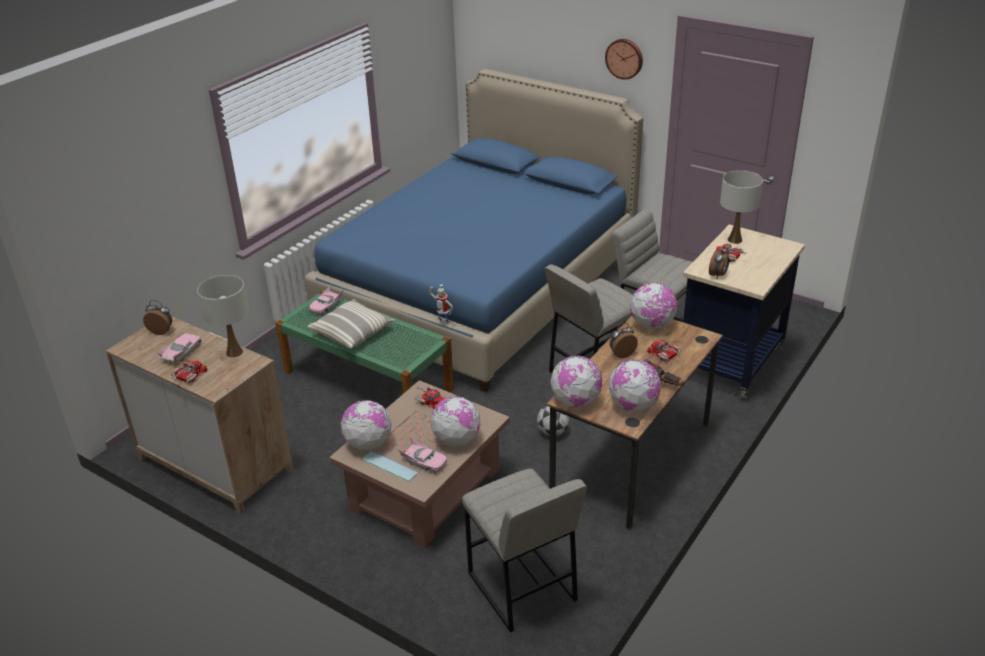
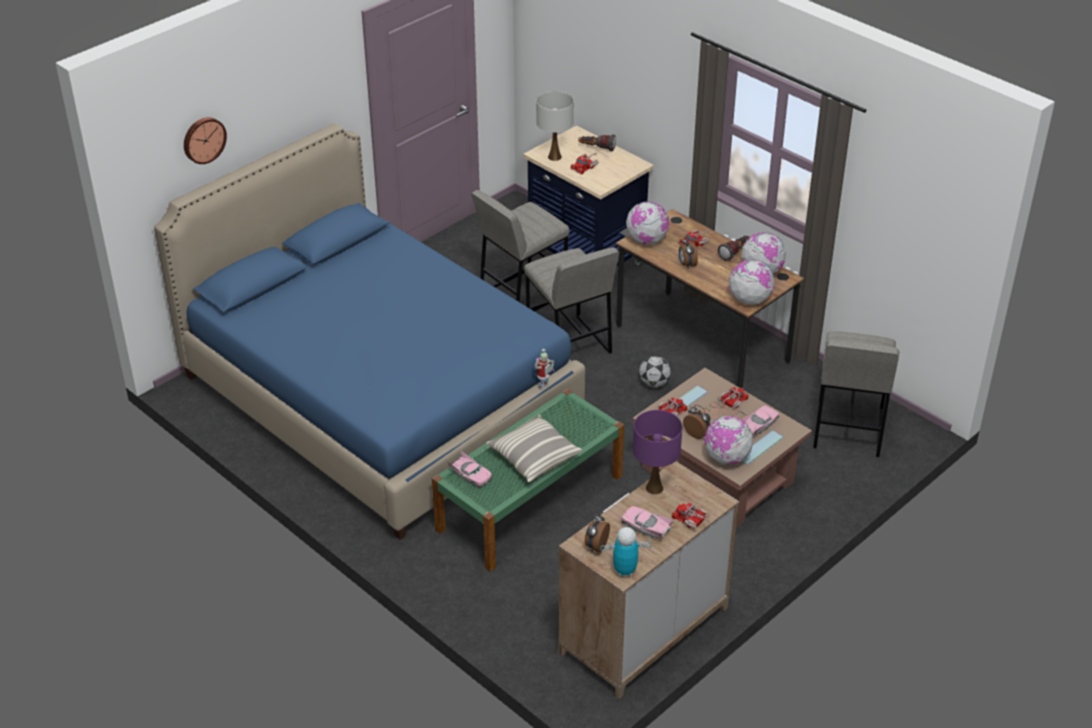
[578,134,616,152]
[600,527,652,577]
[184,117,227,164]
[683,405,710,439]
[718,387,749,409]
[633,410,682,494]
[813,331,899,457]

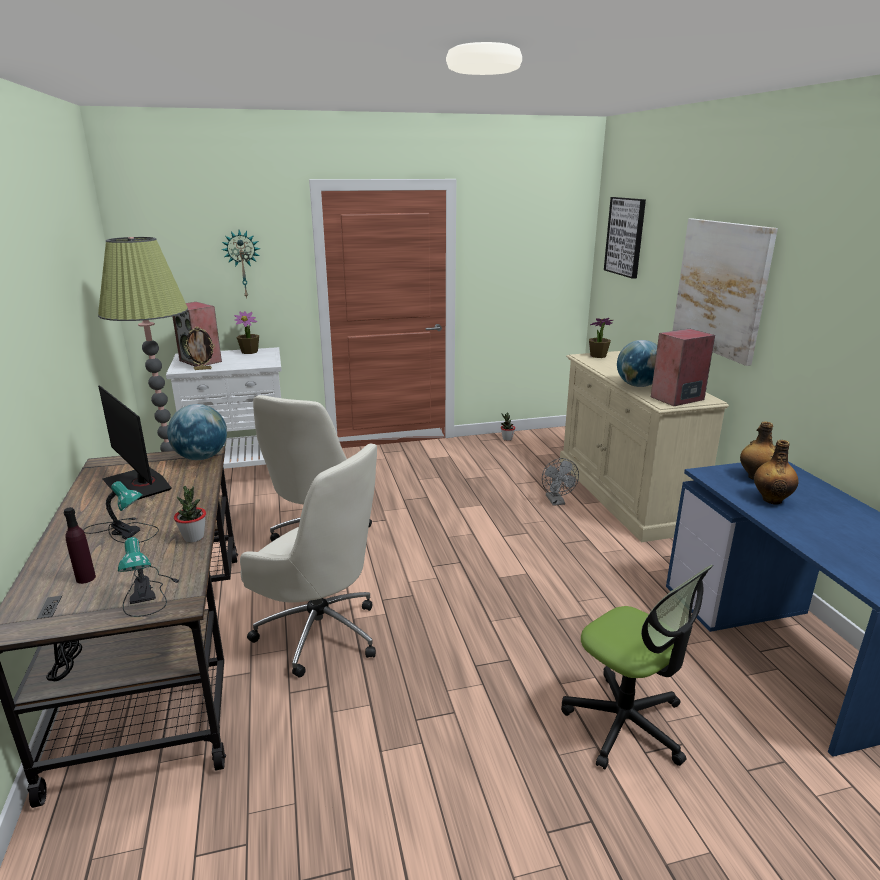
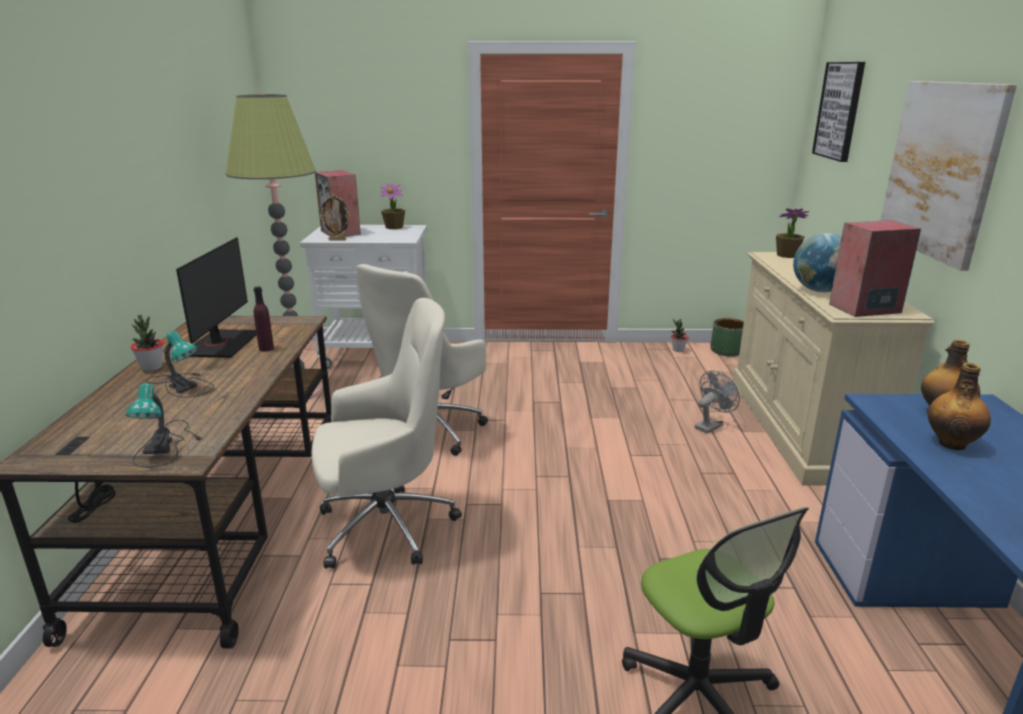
[167,404,227,460] (first image)
[222,230,260,298] (first image)
[711,318,744,357]
[254,286,274,352]
[131,315,164,371]
[176,237,257,358]
[312,298,462,569]
[695,370,740,434]

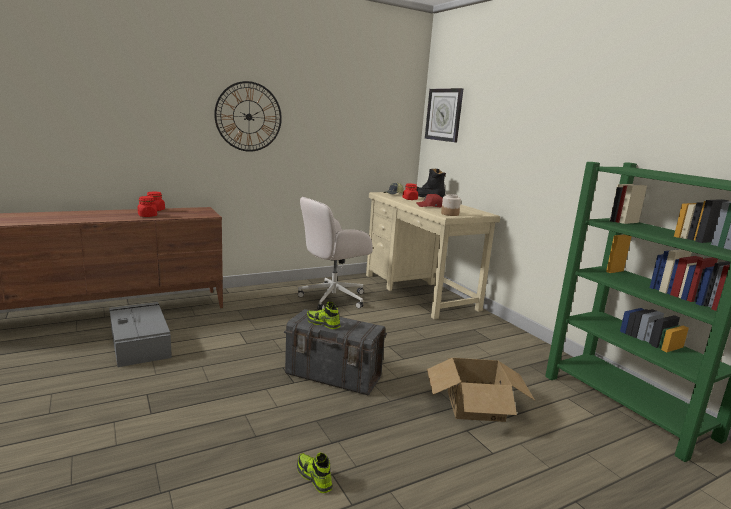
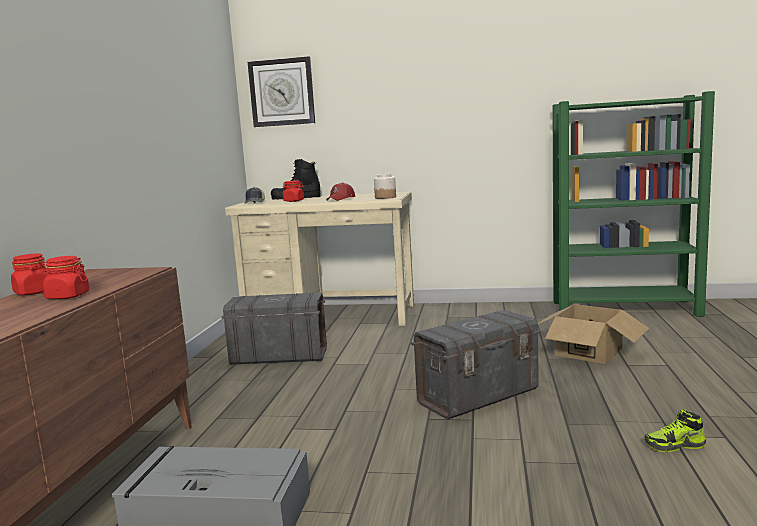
[214,81,282,152] (first image)
[307,302,341,329] (first image)
[221,292,327,365]

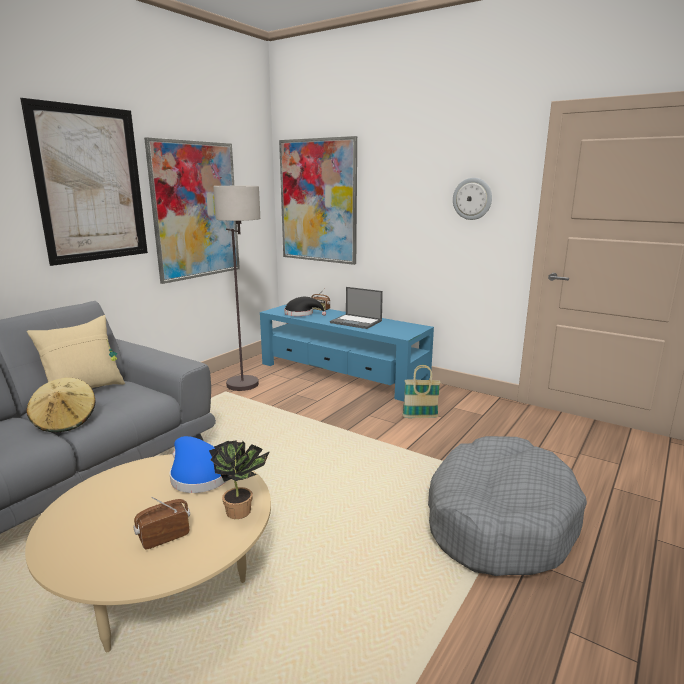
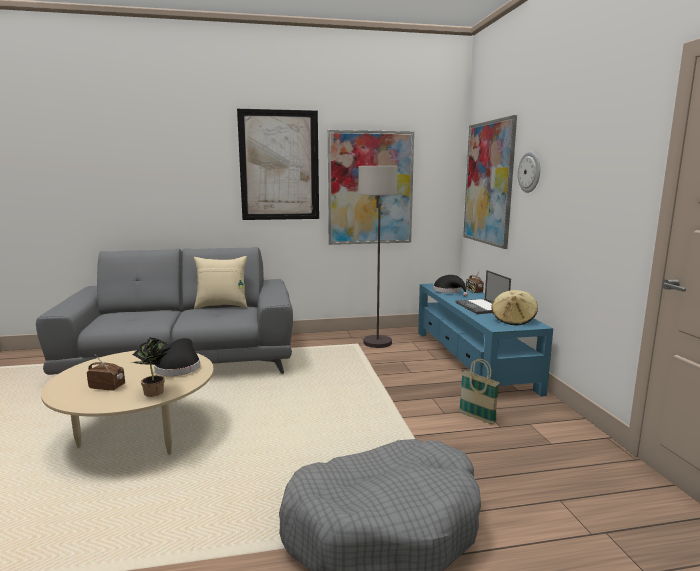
[491,290,538,325]
[518,151,540,193]
[154,338,200,376]

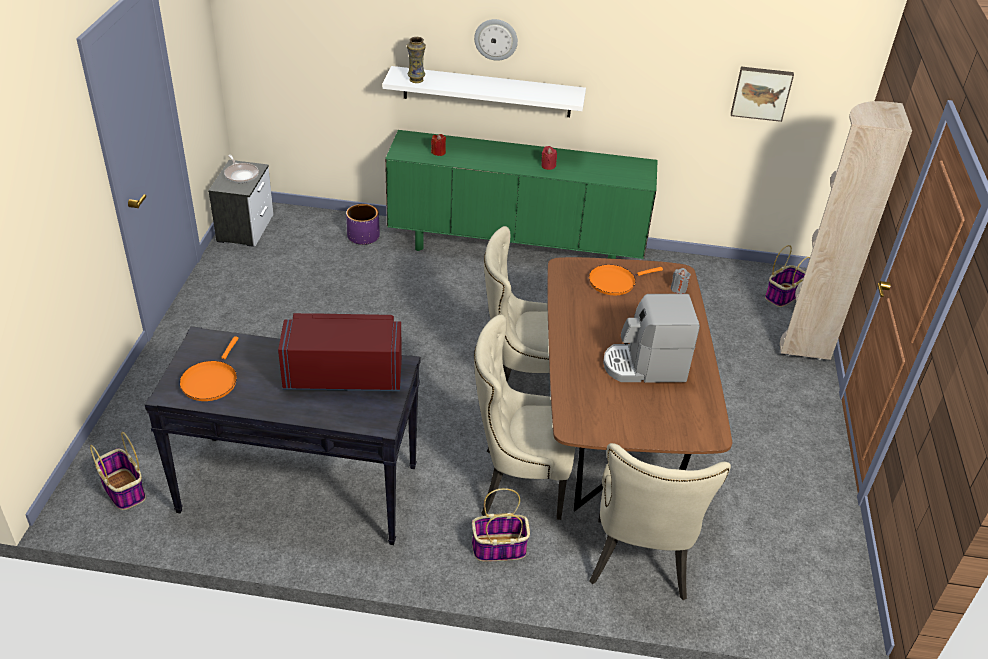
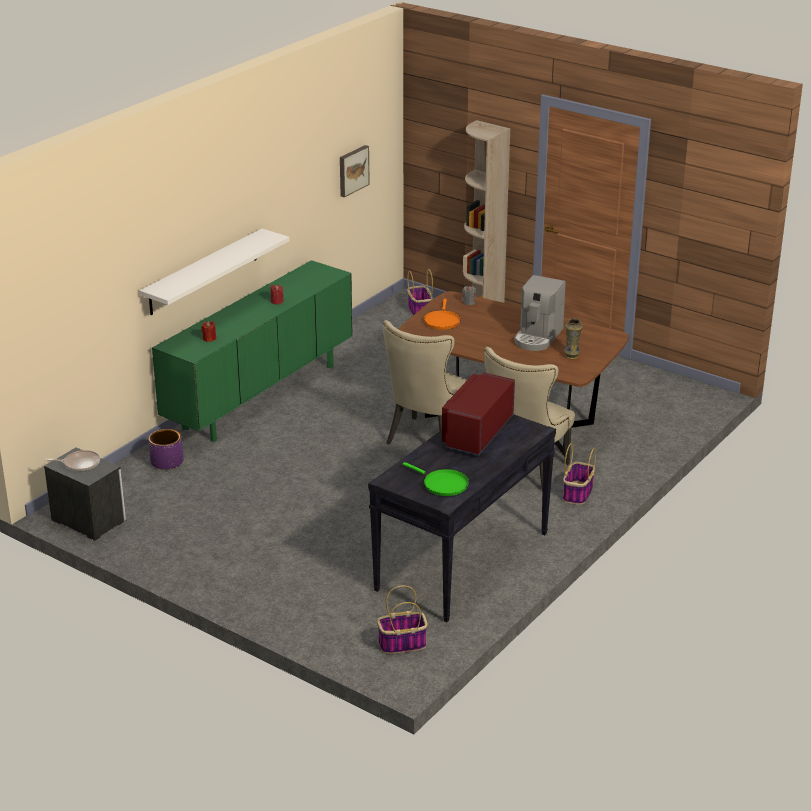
[474,19,518,61] (first image)
[589,443,731,600] (first image)
[564,318,583,359]
[403,462,469,496]

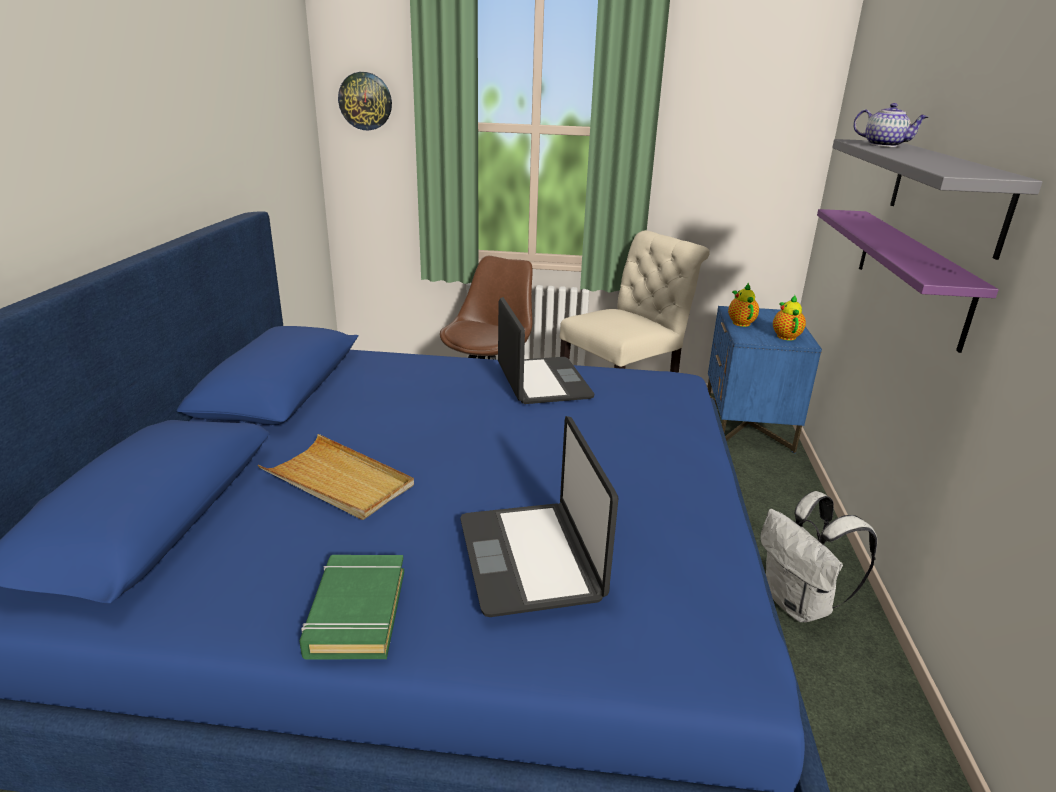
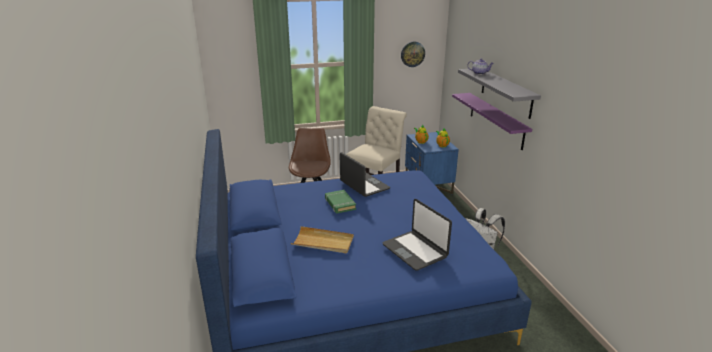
[325,190,356,213]
[401,41,425,67]

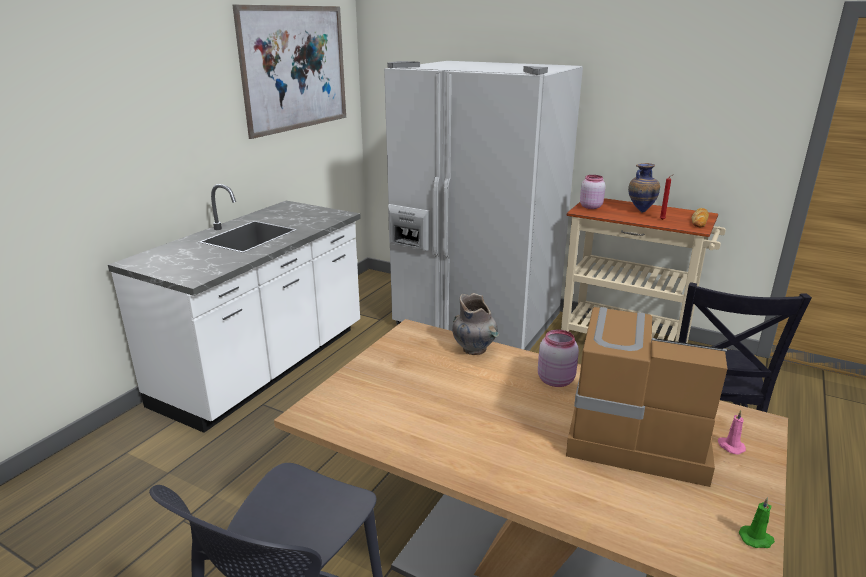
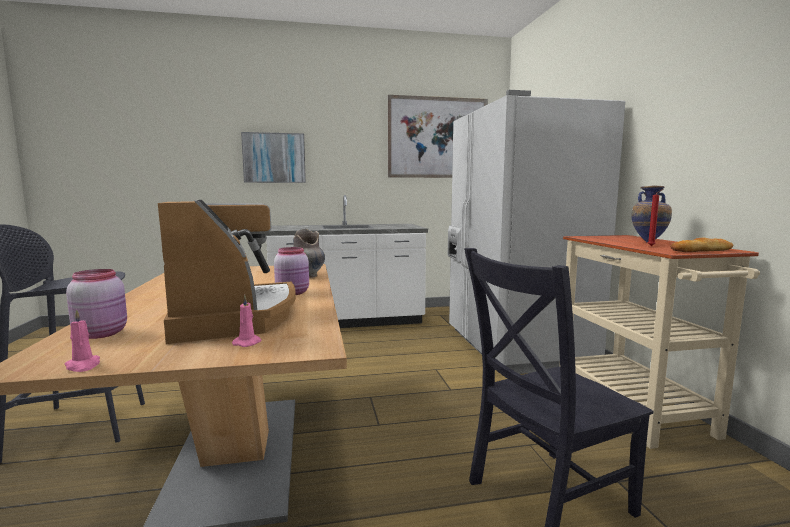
[241,132,306,183]
[66,269,127,339]
[65,309,100,372]

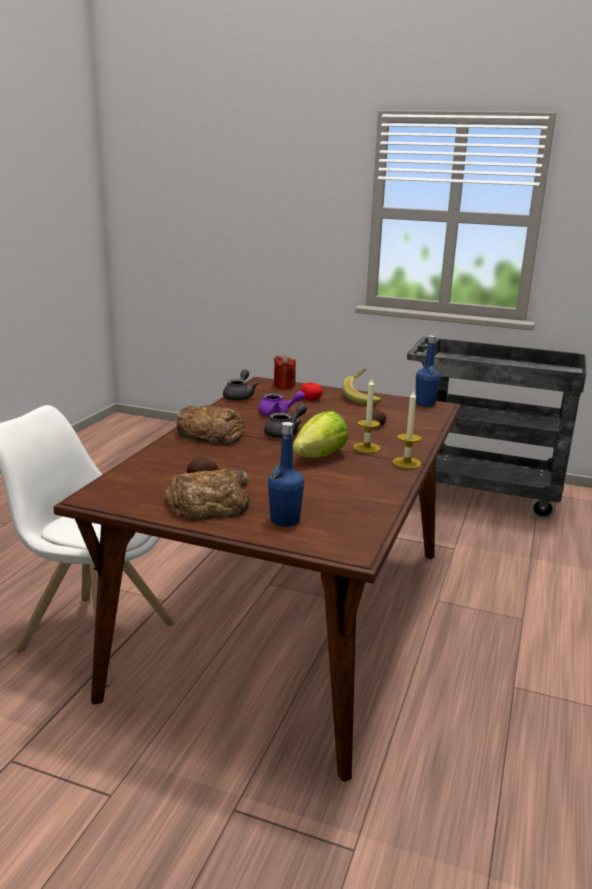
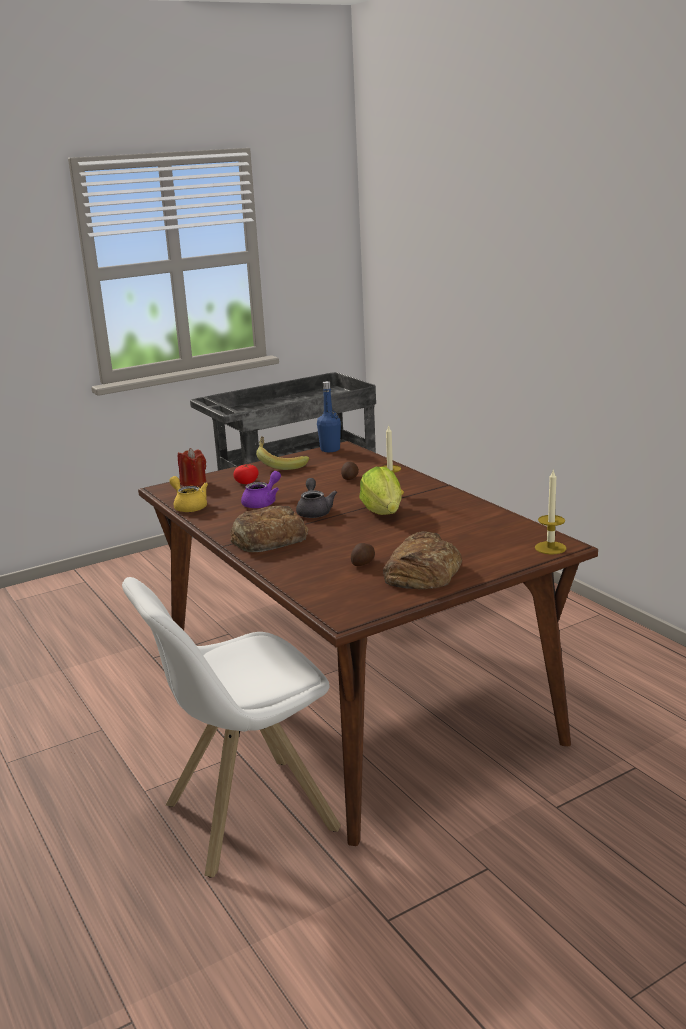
[268,422,304,527] (first image)
[535,470,567,554]
[169,476,208,512]

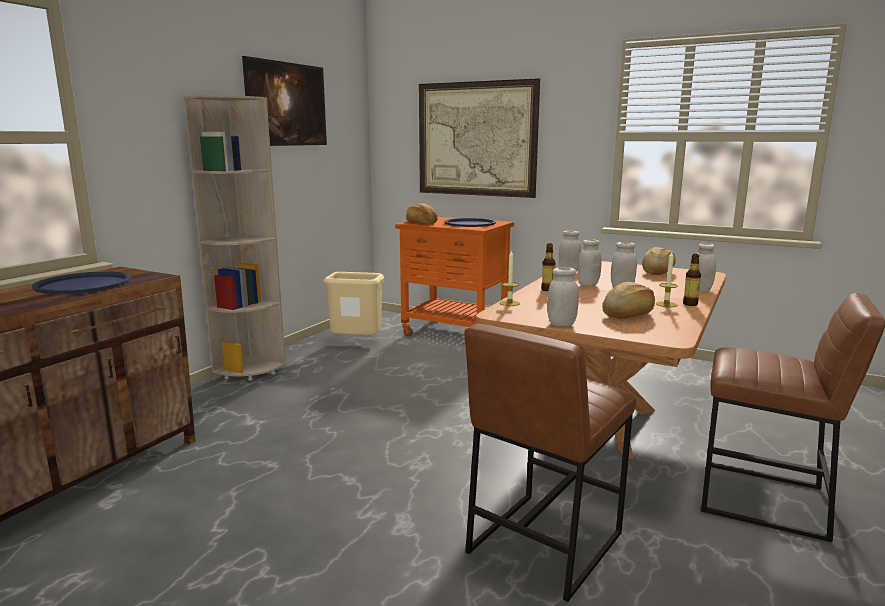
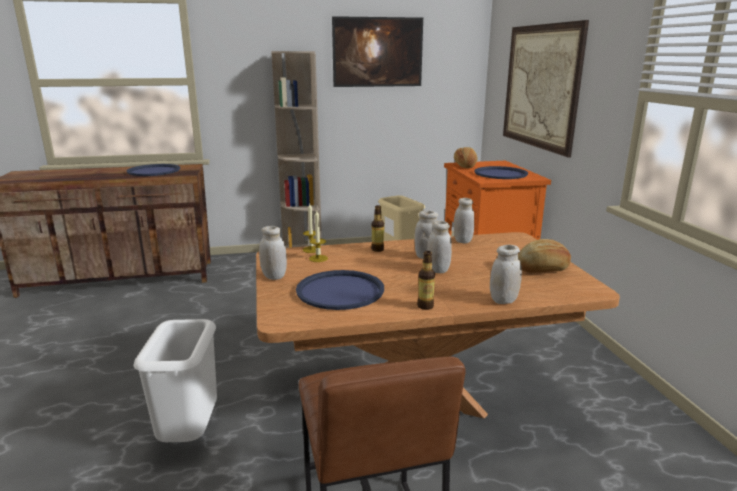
[309,210,328,262]
[133,319,217,442]
[296,270,384,310]

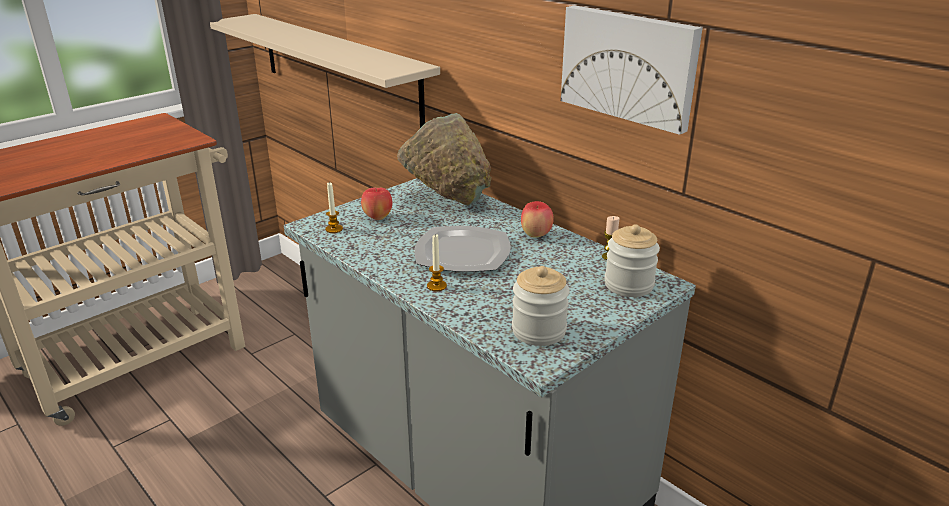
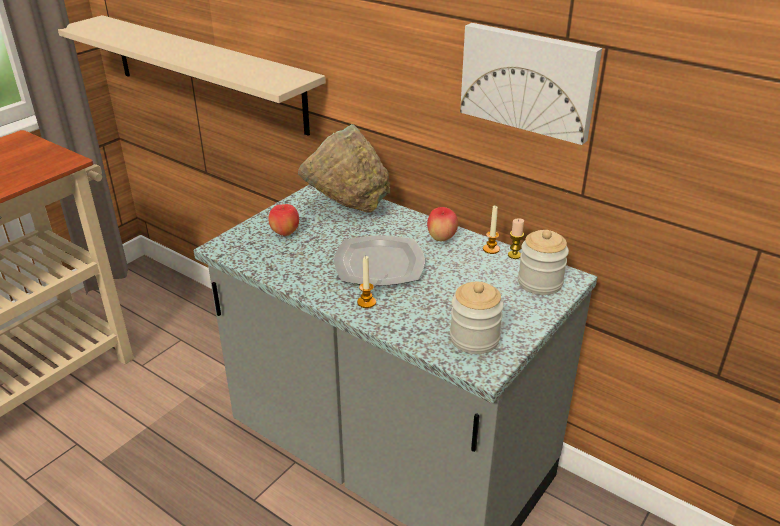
[483,205,500,254]

